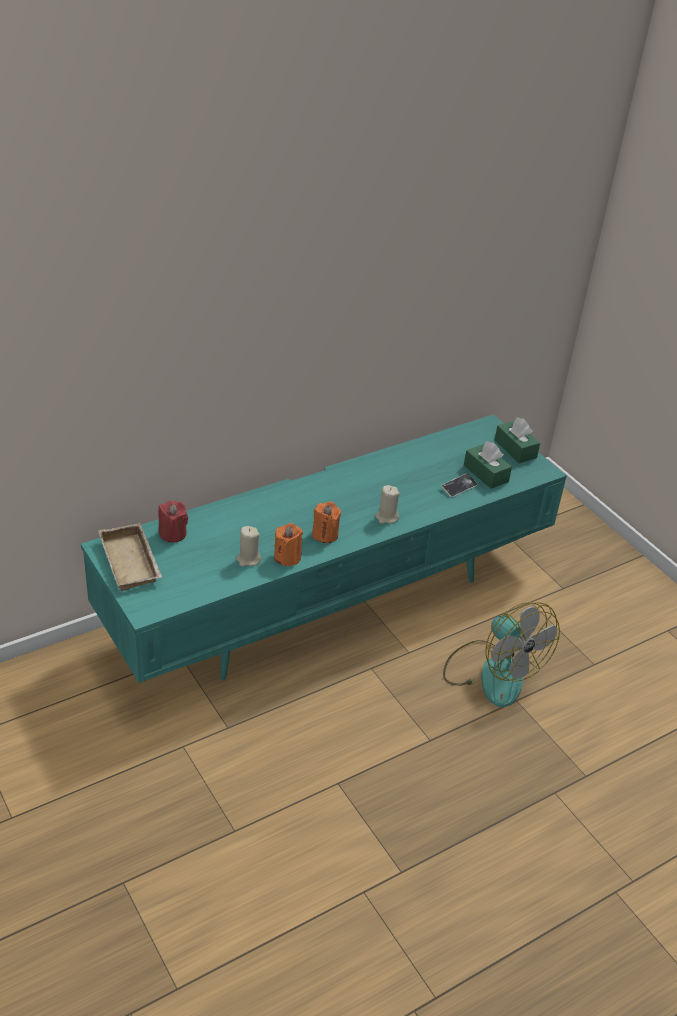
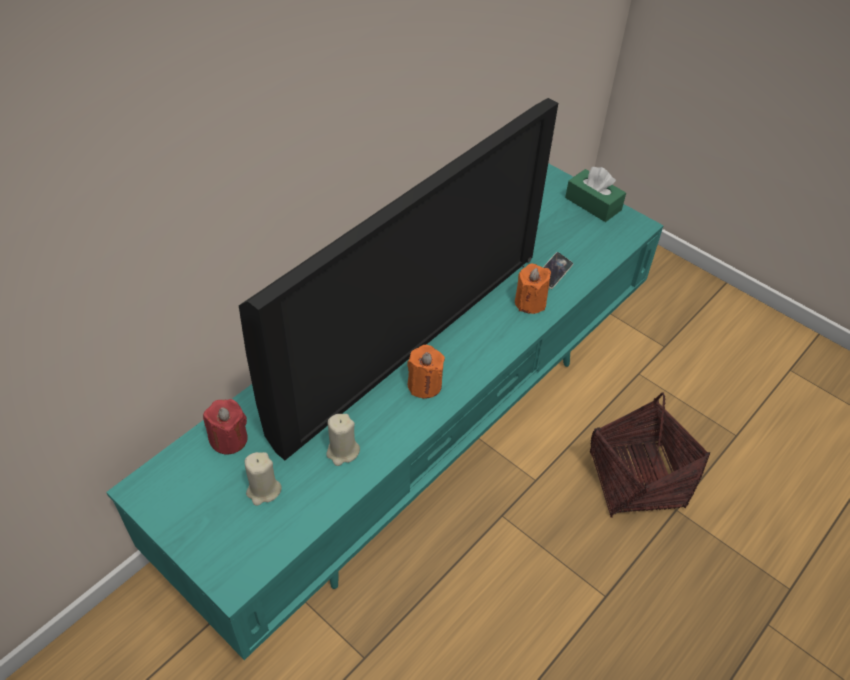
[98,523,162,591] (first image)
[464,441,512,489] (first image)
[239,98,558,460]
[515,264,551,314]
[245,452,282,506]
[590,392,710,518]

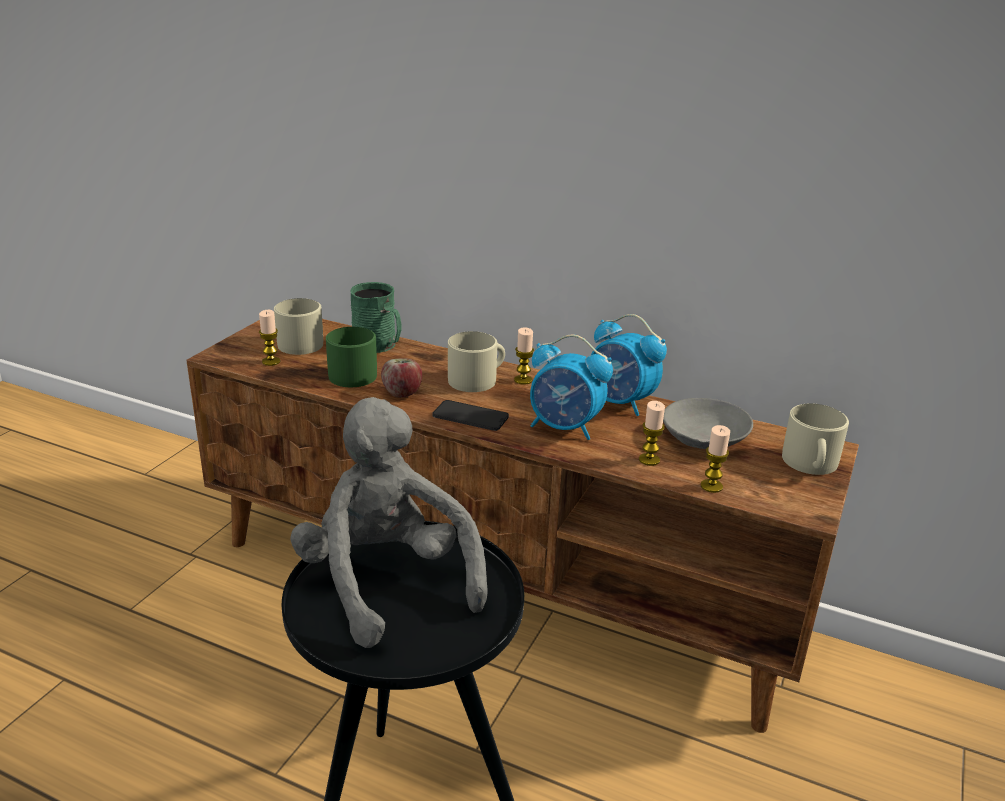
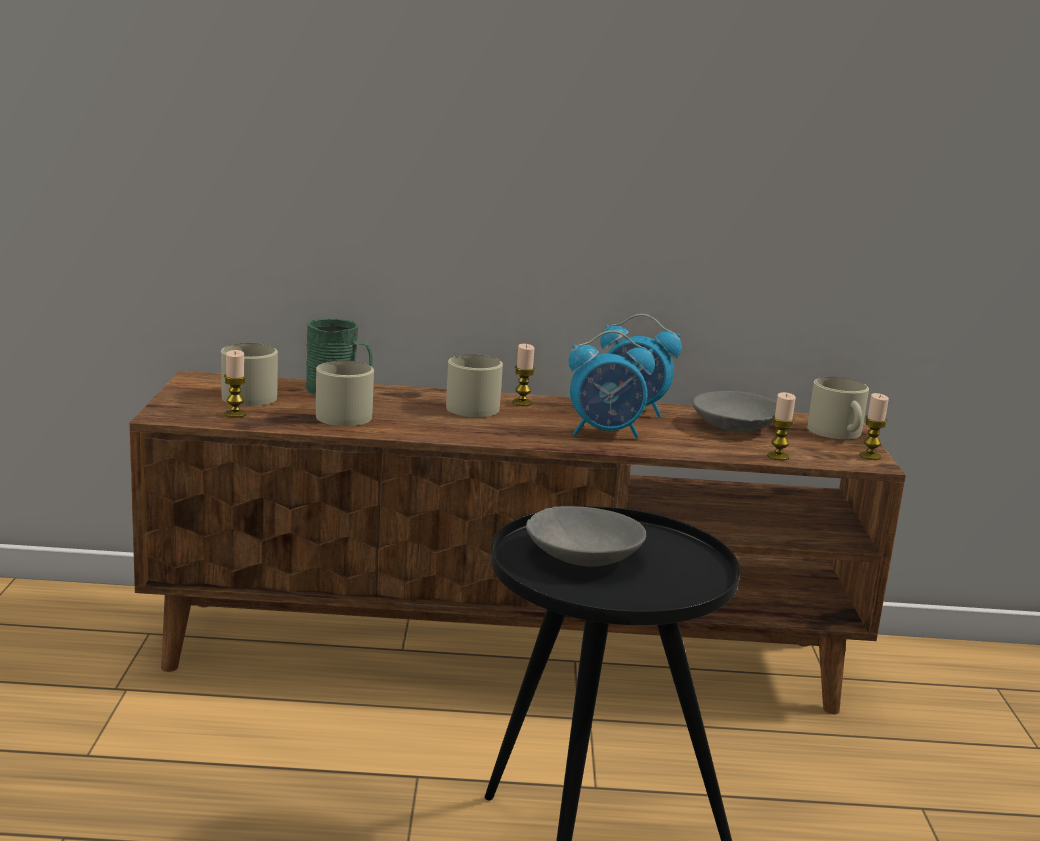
[381,358,422,398] (first image)
[432,400,509,431] (first image)
[859,393,889,460]
[526,506,646,566]
[316,360,374,426]

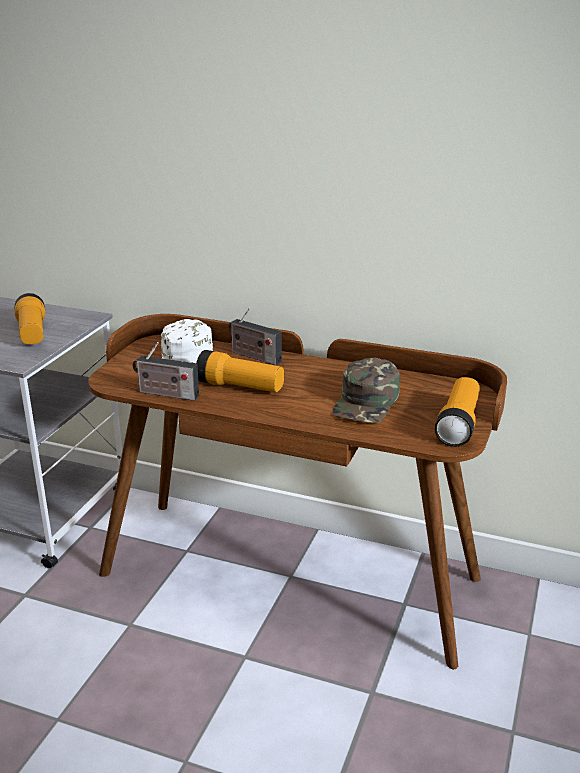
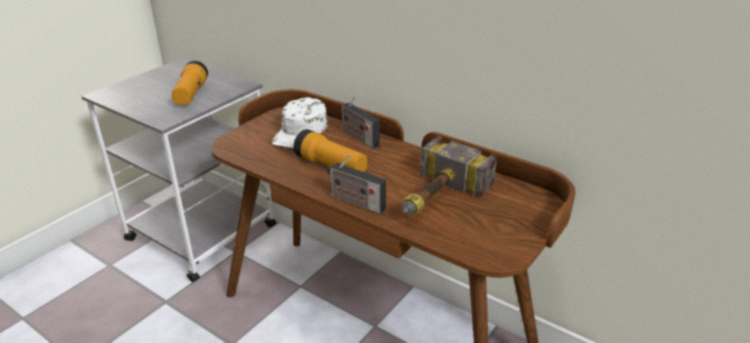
[435,377,480,447] (first image)
[327,154,386,214]
[402,136,497,215]

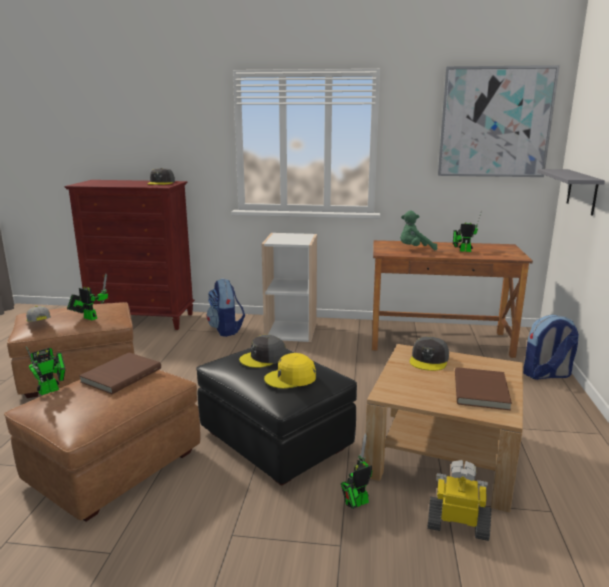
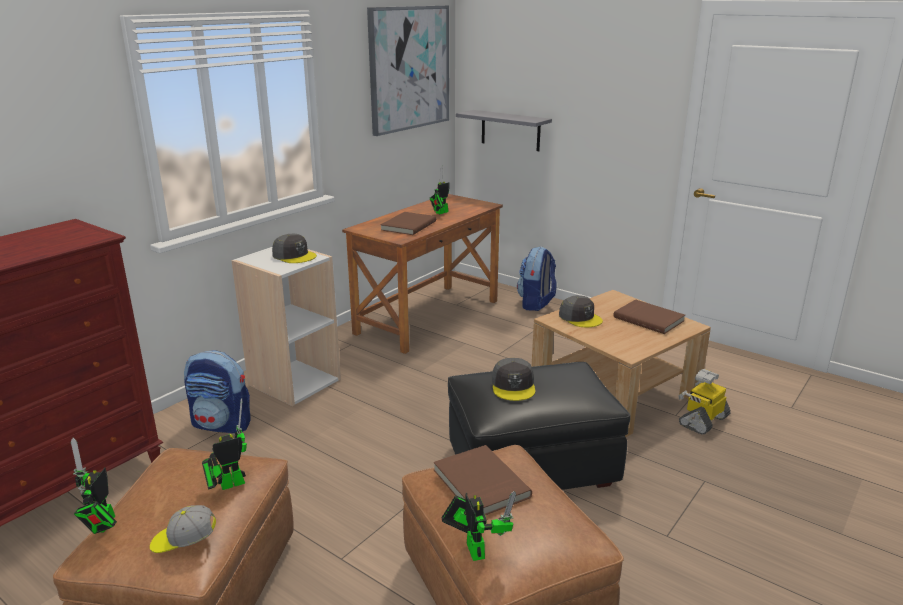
[264,353,316,389] (first image)
[272,234,317,263]
[71,438,117,534]
[380,212,436,235]

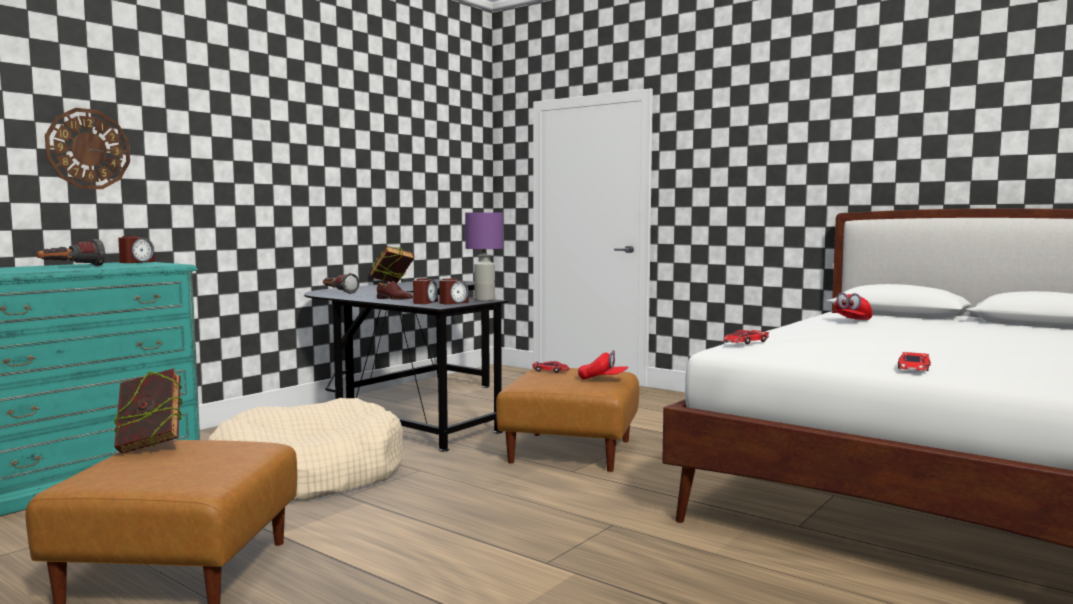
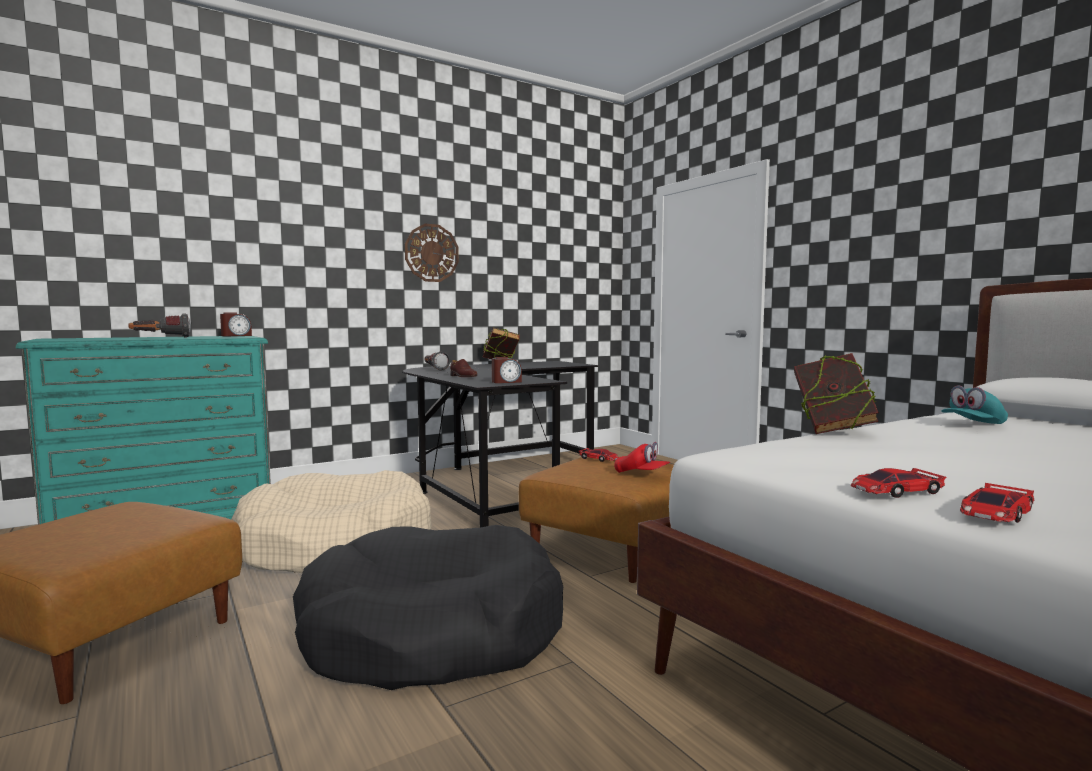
[413,278,438,304] (first image)
[465,213,503,301] (first image)
[293,525,563,690]
[405,224,459,282]
[794,353,879,434]
[851,468,947,498]
[941,385,1008,424]

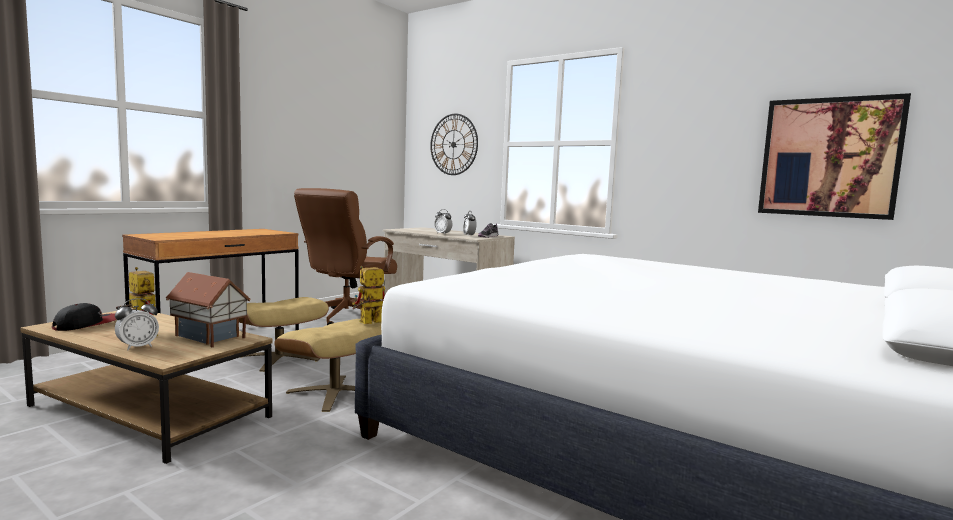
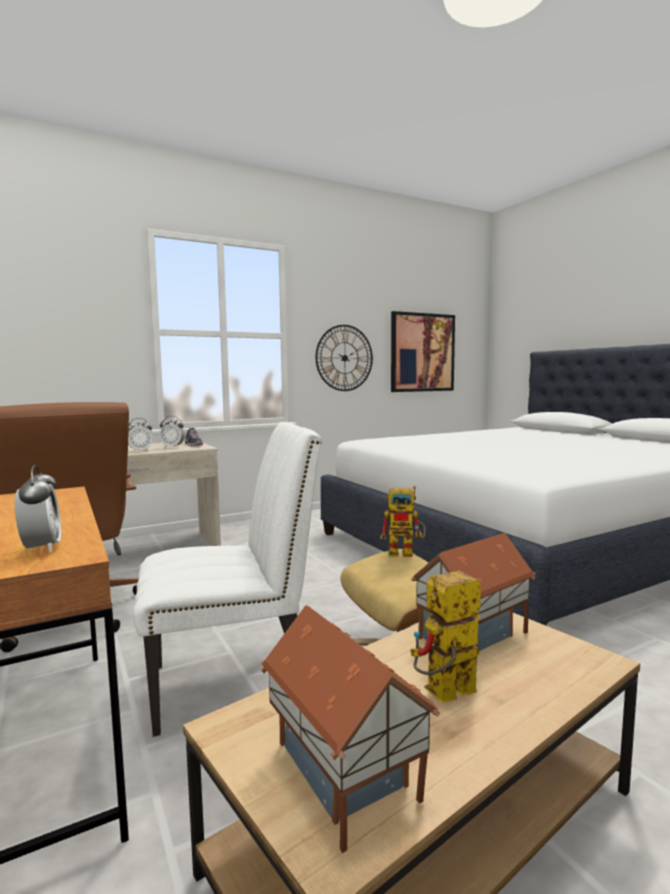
[15,465,61,553]
[316,325,373,391]
[261,605,440,853]
[133,422,322,737]
[380,486,425,557]

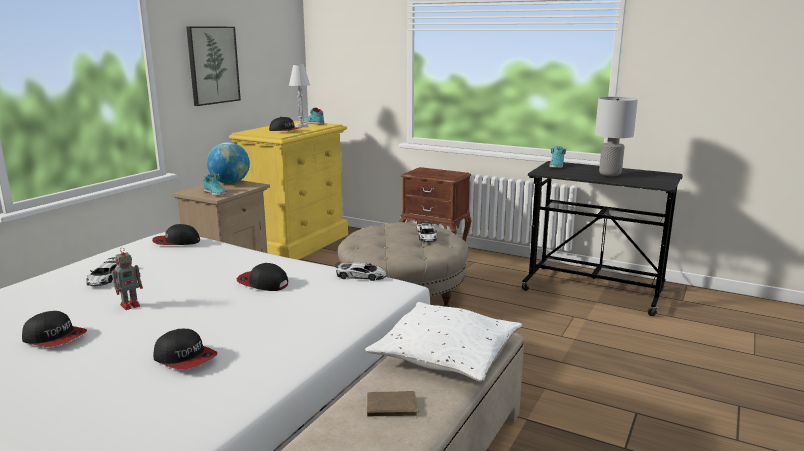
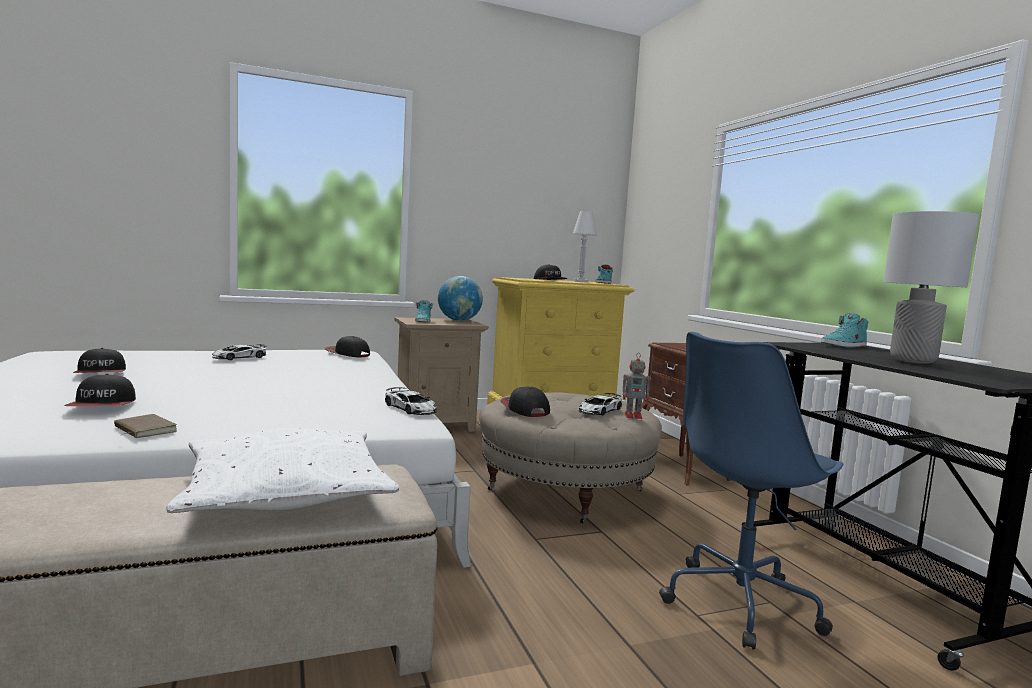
[186,26,241,106] (first image)
[659,332,843,650]
[623,353,650,419]
[501,387,550,417]
[114,414,177,438]

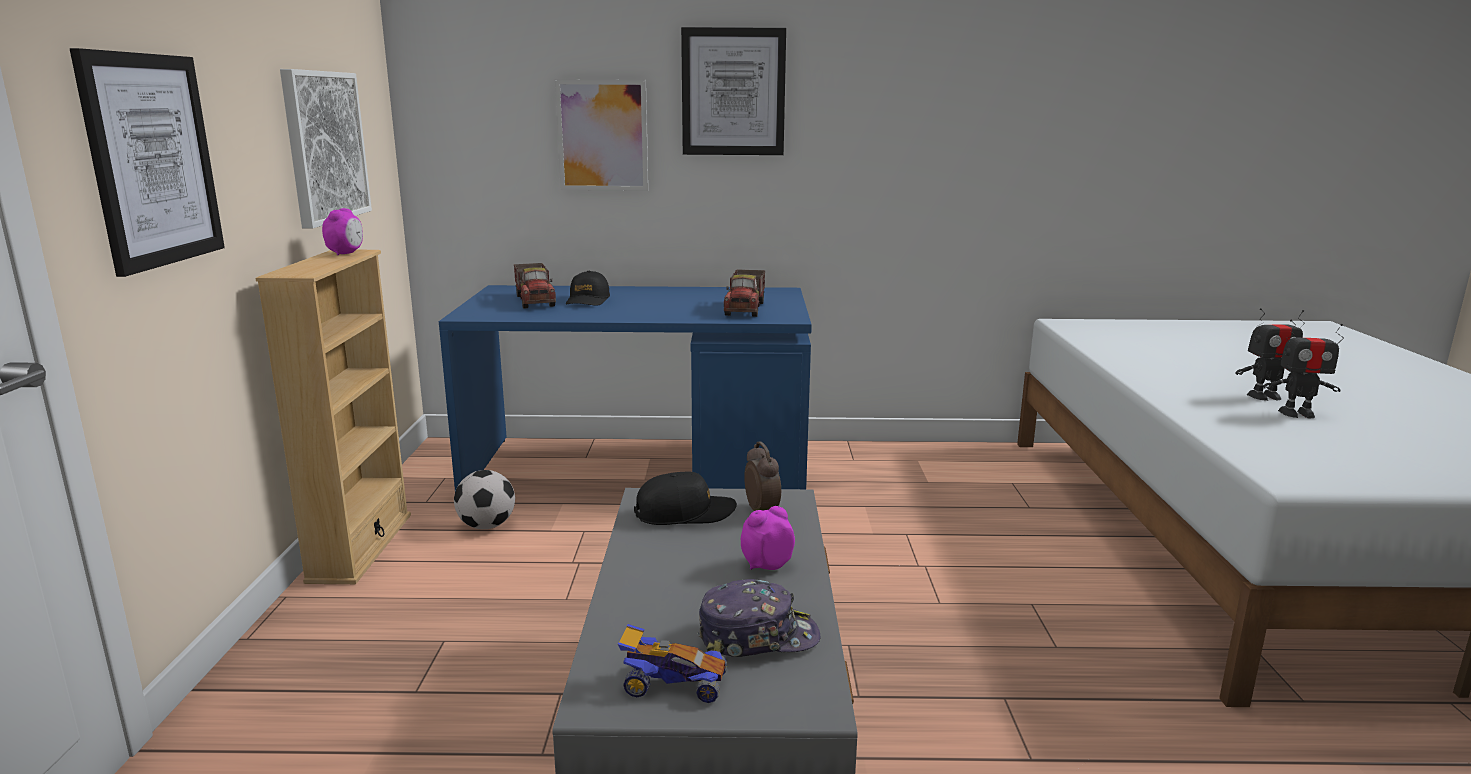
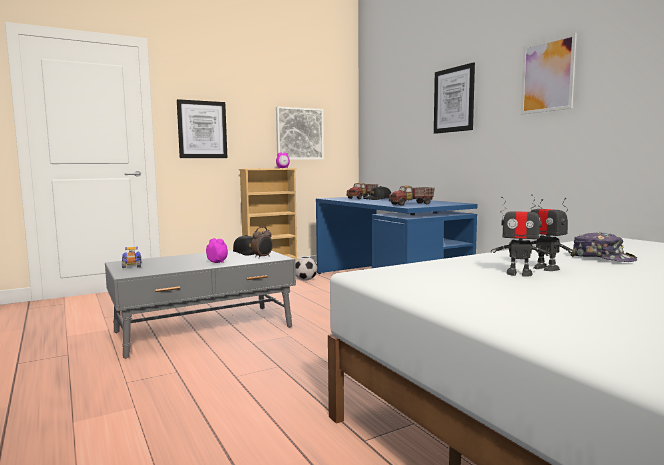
[521,33,577,114]
[571,232,637,262]
[491,197,551,277]

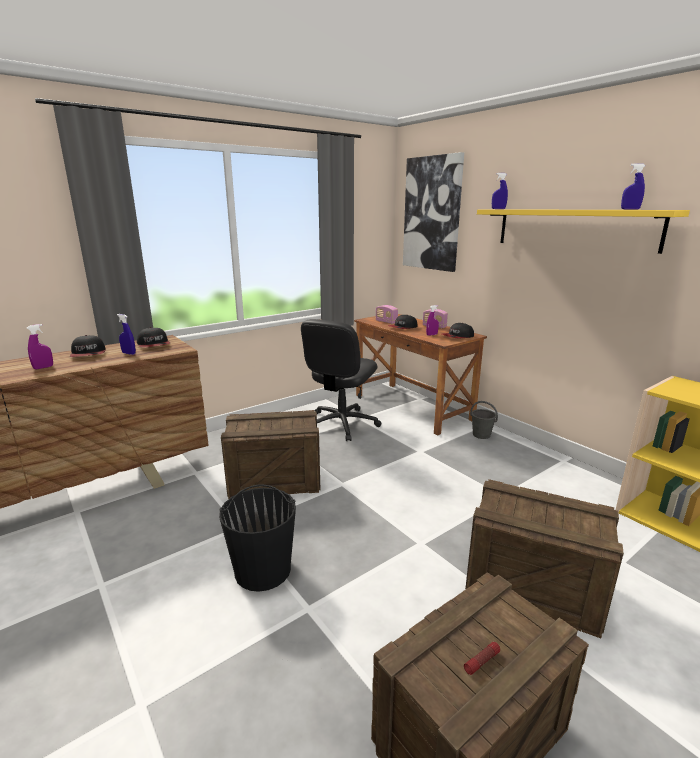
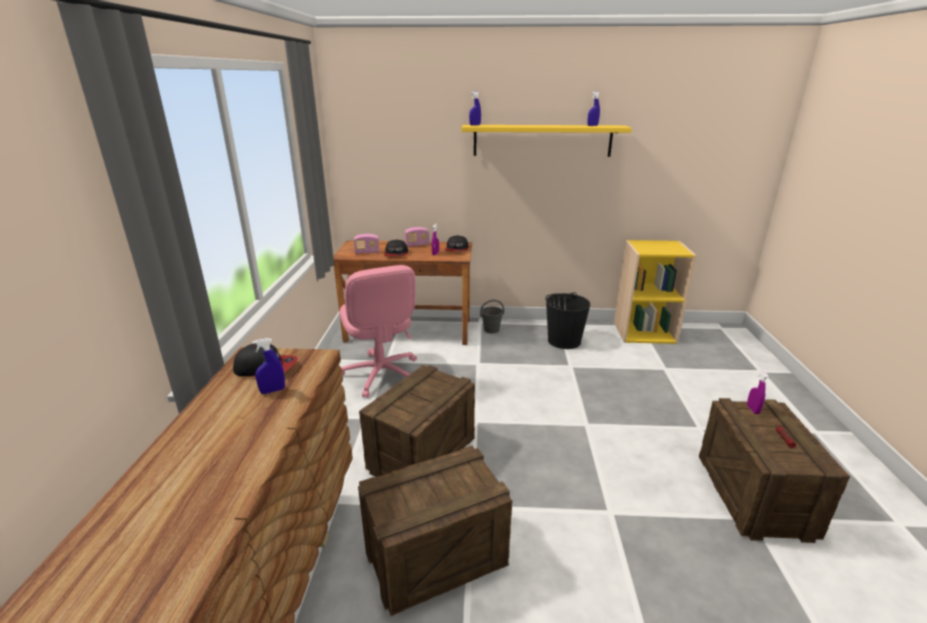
[70,335,106,357] (first image)
[403,152,464,272] (first image)
[747,368,768,414]
[545,292,590,349]
[358,446,512,616]
[340,265,417,398]

